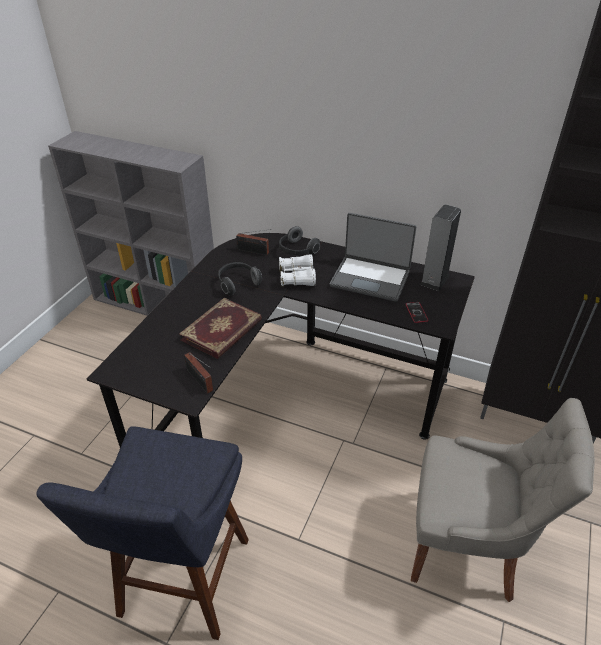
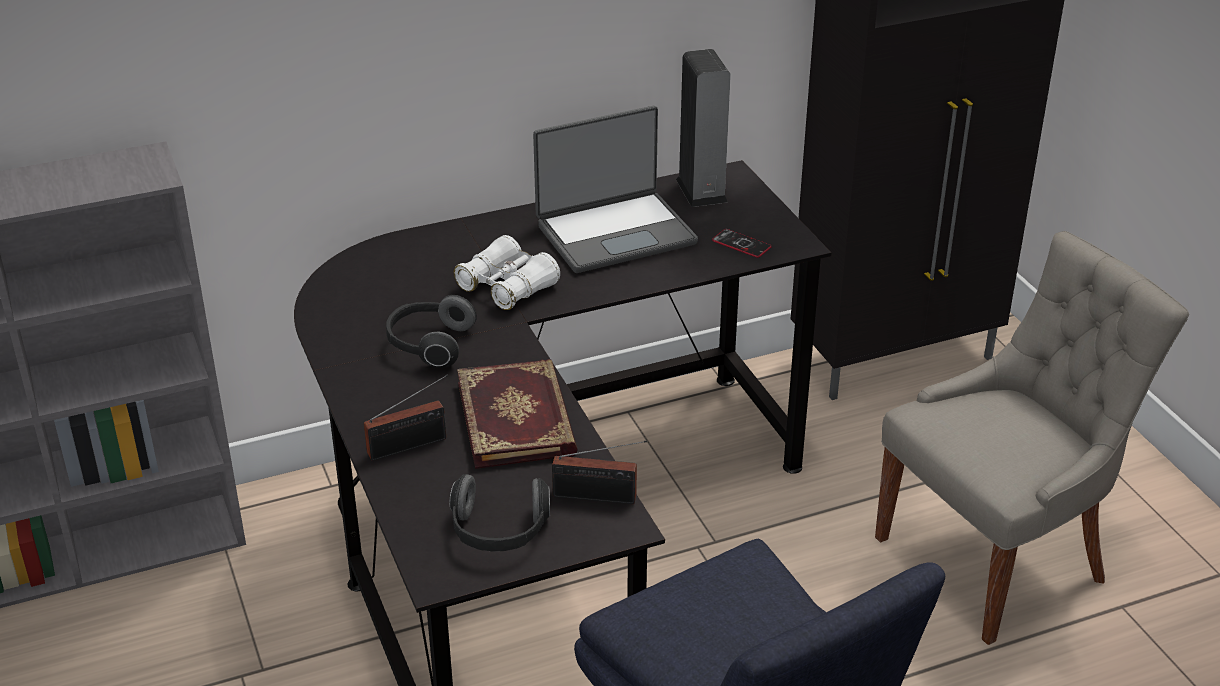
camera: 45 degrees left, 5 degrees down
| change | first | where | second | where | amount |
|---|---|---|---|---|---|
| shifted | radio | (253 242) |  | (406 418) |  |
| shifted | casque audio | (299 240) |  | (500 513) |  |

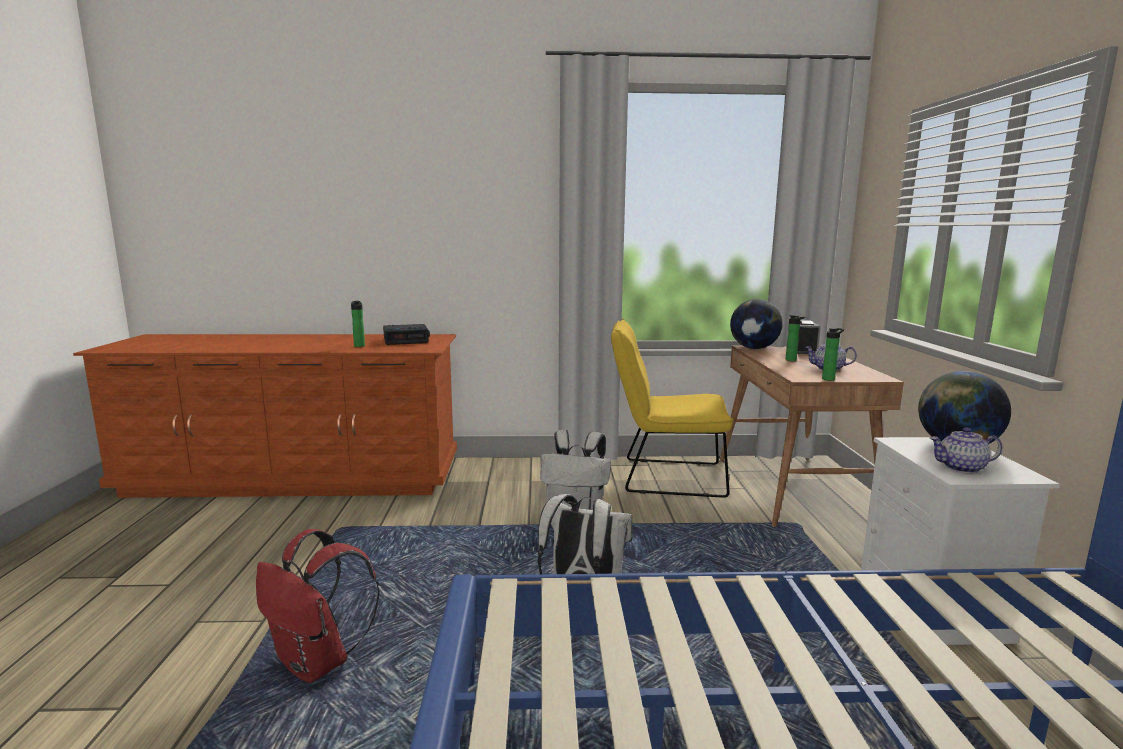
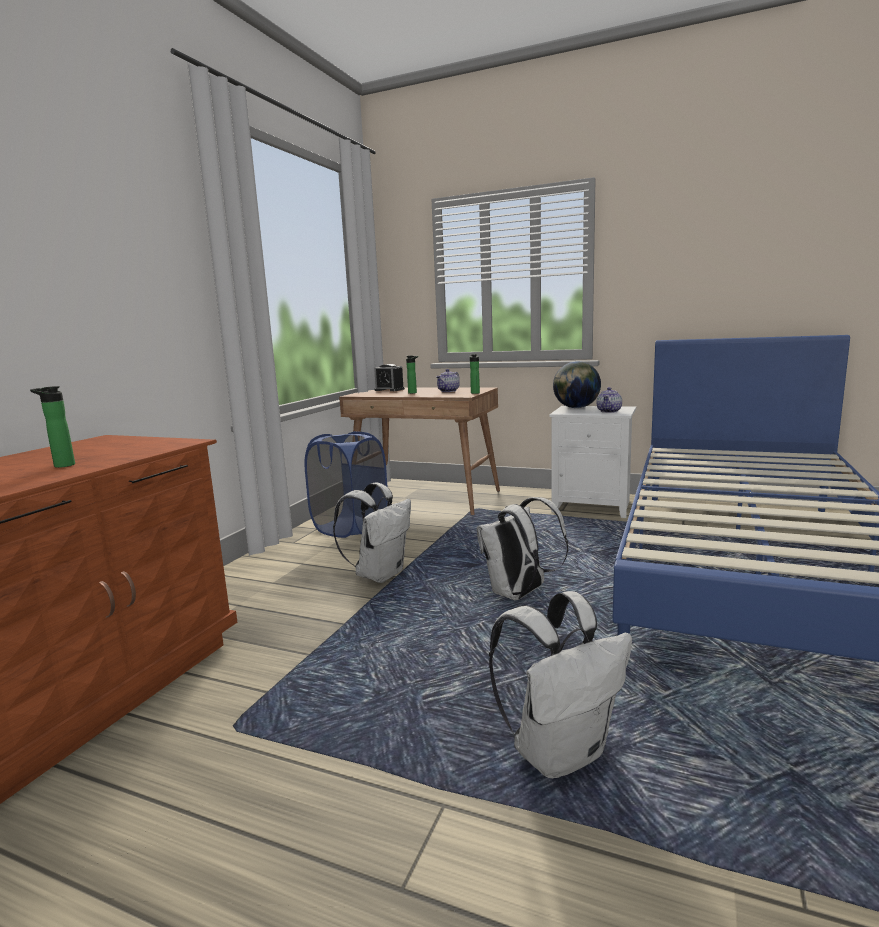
camera: 65 degrees left, 0 degrees up
| change | first | where | second | where | amount |
|---|---|---|---|---|---|
| repainted | sac à dos (rouge) | (318 606) | sac à dos (blanc) | (560 685) |  |
| gone | réveil | (406 334) |  |  |  |
| swapped | chaise (jaune) | (672 408) | panier à linge (bleu) | (346 484) |  |
| gone | globe | (756 324) |  |  |  |

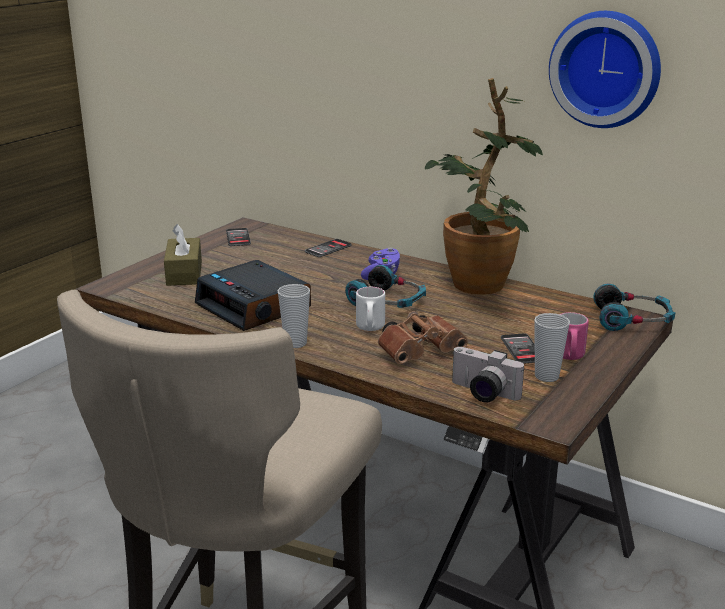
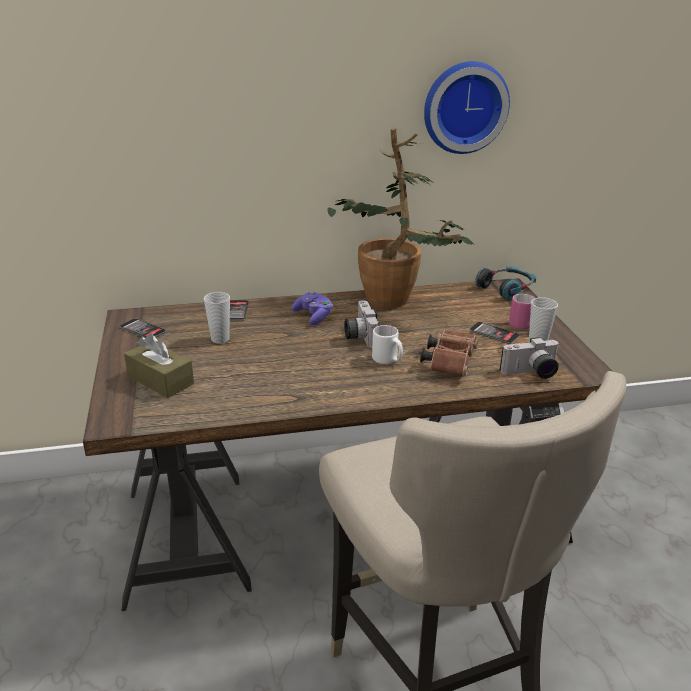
camera: 45 degrees left, 5 degrees up
| change | first | where | second | where | amount |
|---|---|---|---|---|---|
| gone | réveil | (253 295) |  |  |  |
| shifted | tasse | (294 316) |  | (217 318) |  |
| swapped | casque audio | (385 286) | appareil photo | (362 324) |  |

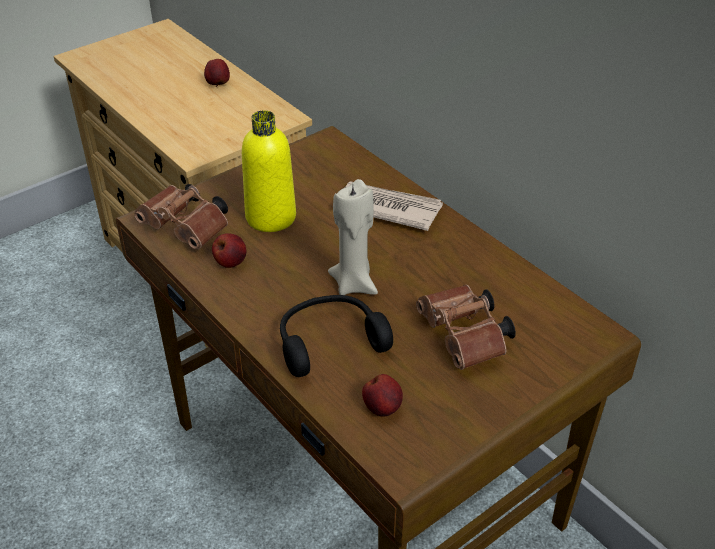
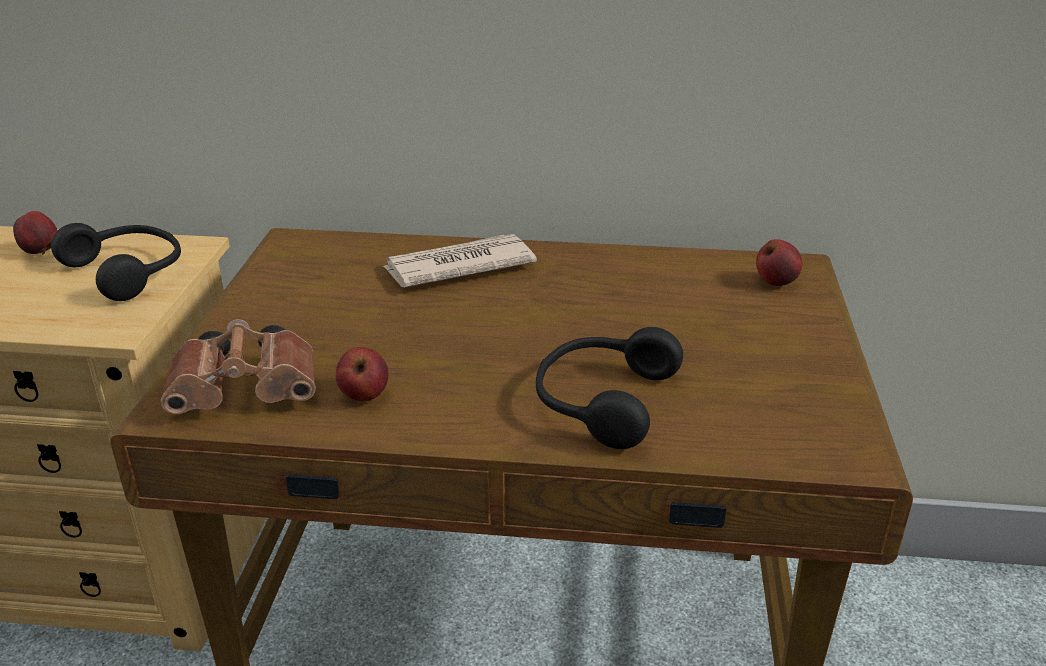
camera: 45 degrees left, 10 degrees down
| change | first | where | second | where | amount |
|---|---|---|---|---|---|
| gone | bouteille (jaune) | (269 171) |  |  |  |
| gone | bougie (beige) | (353 237) |  |  |  |
| shifted | pomme | (382 395) |  | (779 262) |  |
| gone | jumelles (marron) | (466 327) |  |  |  |
| new |  |  | casque audio (noir) | (116 262) |  |

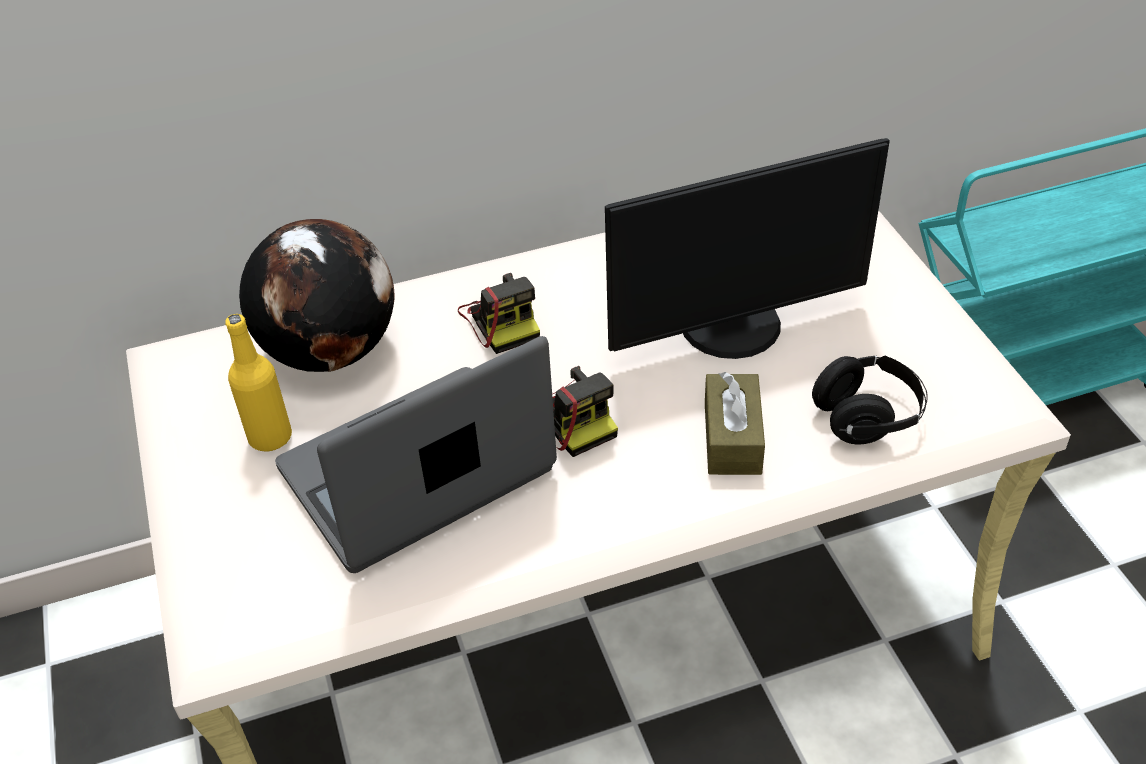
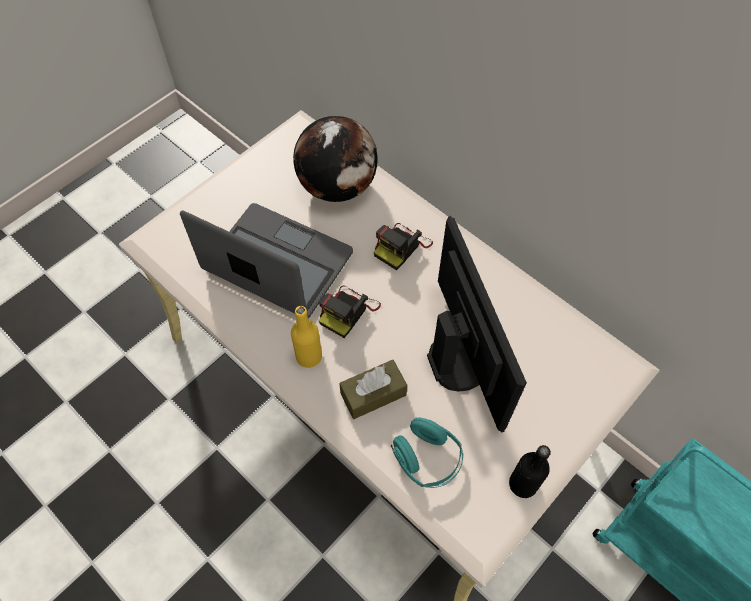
camera: 60 degrees right, 15 degrees up
| change | first | where | second | where | amount |
|---|---|---|---|---|---|
| shifted | bouteille (jaune) | (258 383) |  | (306 337) |  |
| rotated | écran d'ordinateur | (747 248) |  | (477 324) | 150 degrees counterclockwise |
| repainted | casque audio (noir) | (870 400) | casque audio (turquoise) | (427 453) |  |
| new |  |  | bouteille (noir) | (530 471) |  |

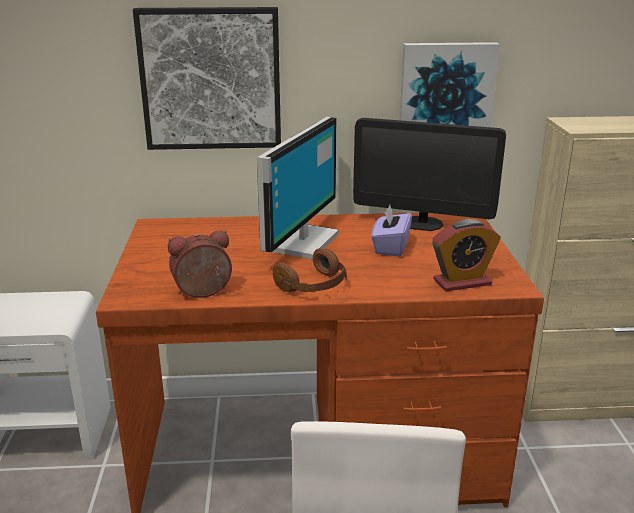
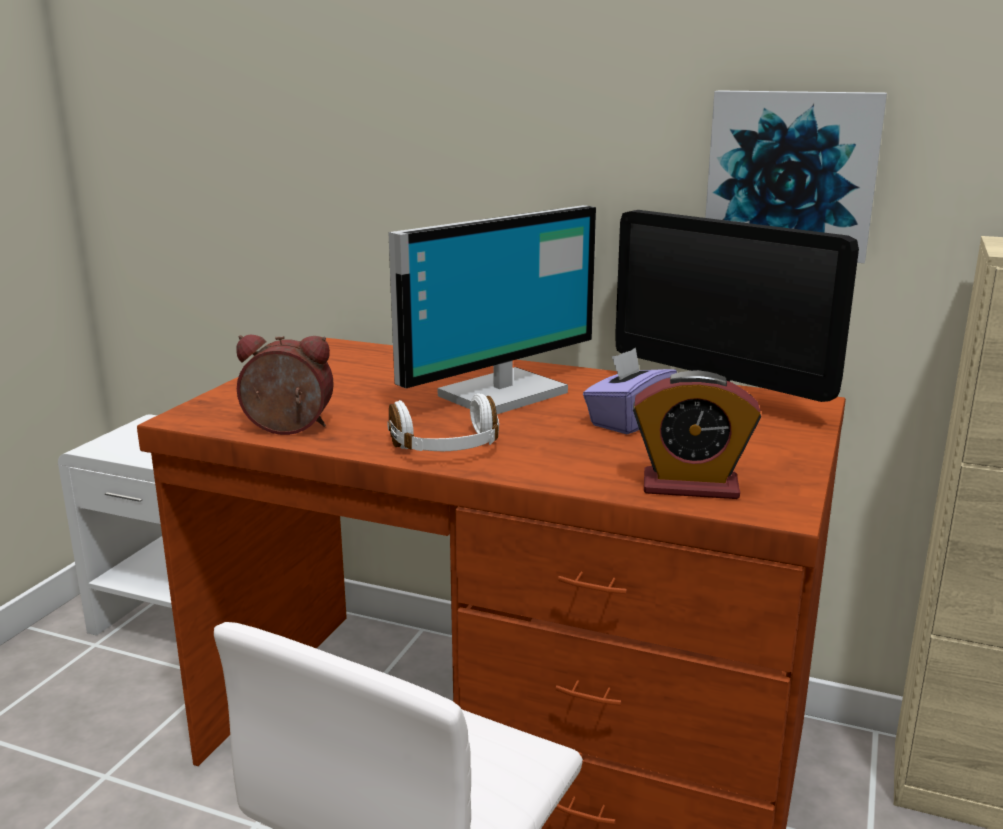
camera: 25 degrees right, 5 degrees down
| change | first | where | second | where | amount |
|---|---|---|---|---|---|
| gone | tableau | (207 78) |  |  |  |
| repainted | casque audio (marron) | (310 270) | casque audio (blanc) | (443 422) |  |

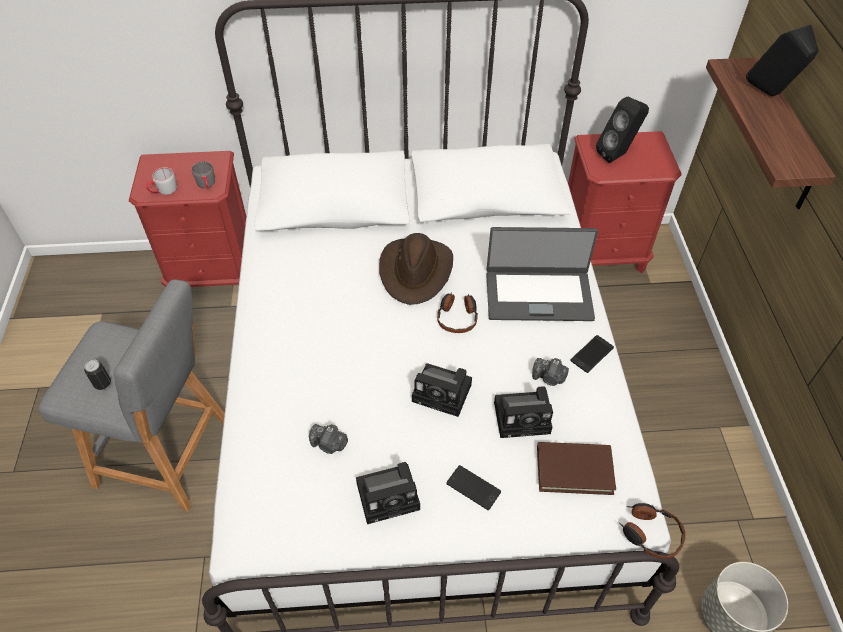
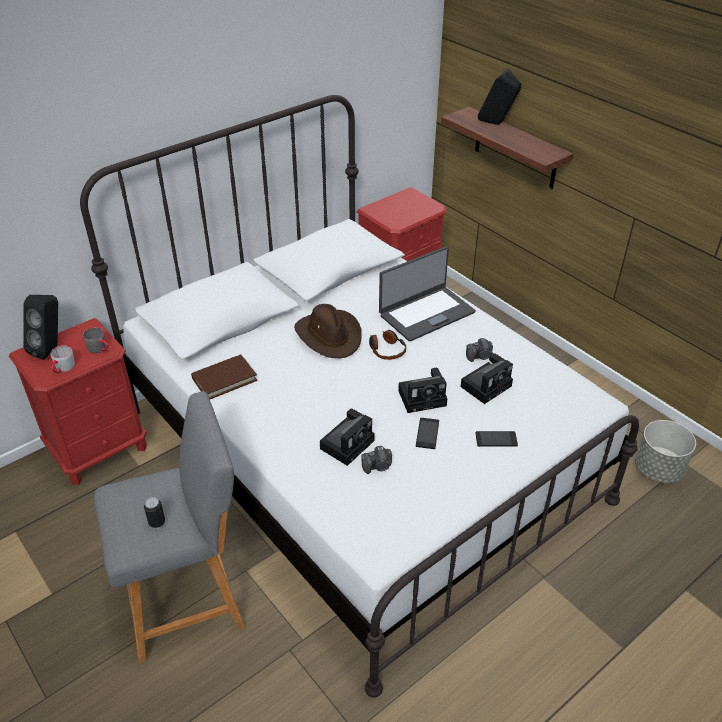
camera: 35 degrees left, 10 degrees down
| change | first | where | second | where | amount |
|---|---|---|---|---|---|
| shifted | appareil photo | (388 493) |  | (347 437) |  |
| shifted | livre (marron) | (576 468) |  | (224 376) |  |
| shifted | téléphone | (592 354) |  | (427 433) |  |
| shifted | enceinte (noir) | (622 130) |  | (40 327) |  |
| gone | casque audio | (653 531) |  |  |  |

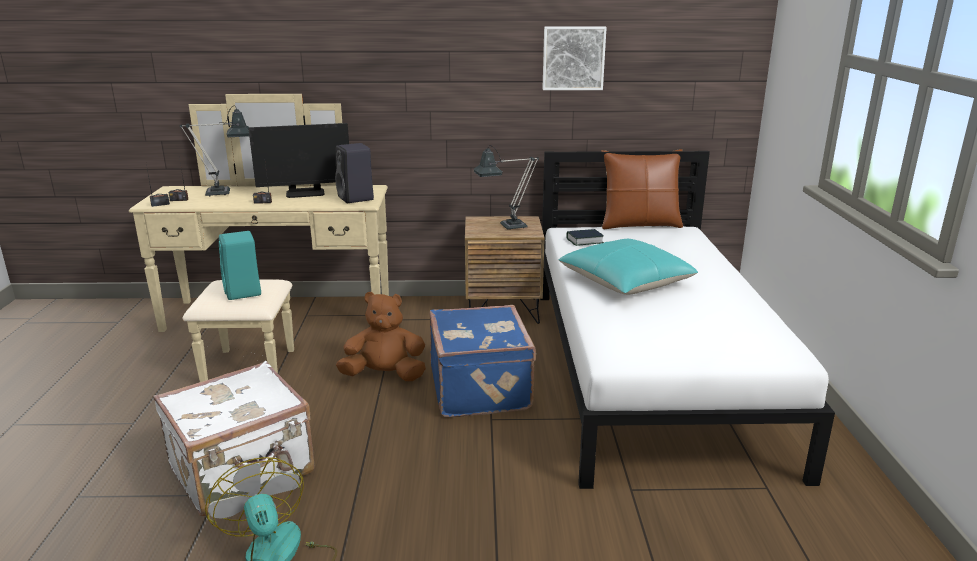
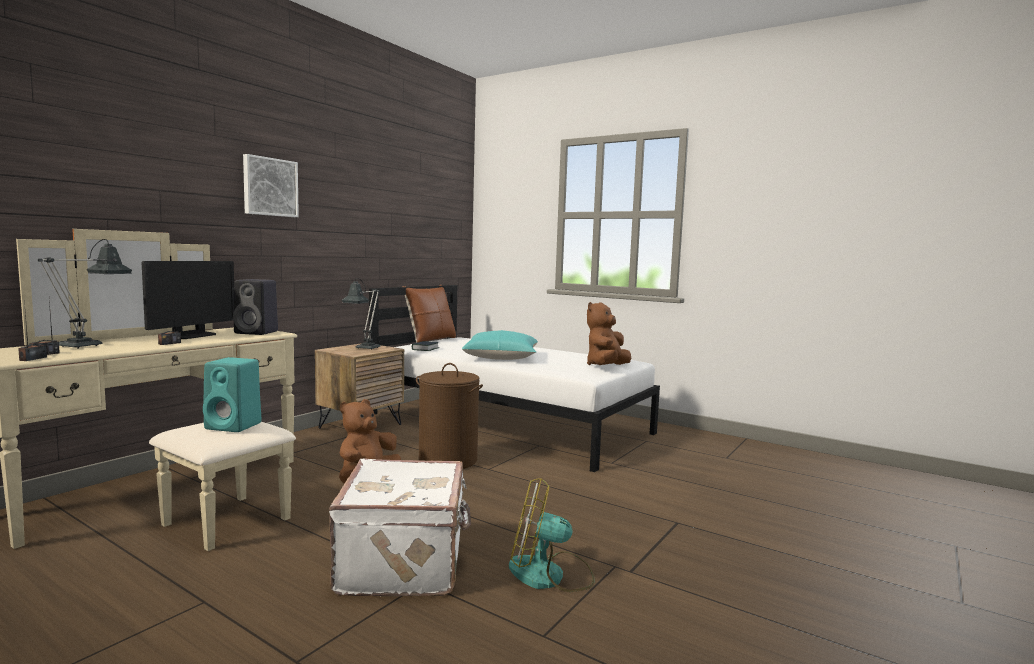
camera: 55 degrees left, 15 degrees down
| change | first | where | second | where | amount |
|---|---|---|---|---|---|
| swapped | valise (bleu) | (482 361) | panier à linge (marron) | (449 416) |  |
| shifted | tableau | (574 58) |  | (271 185) |  |
| new |  |  | peluche (marron) | (609 333) |  |

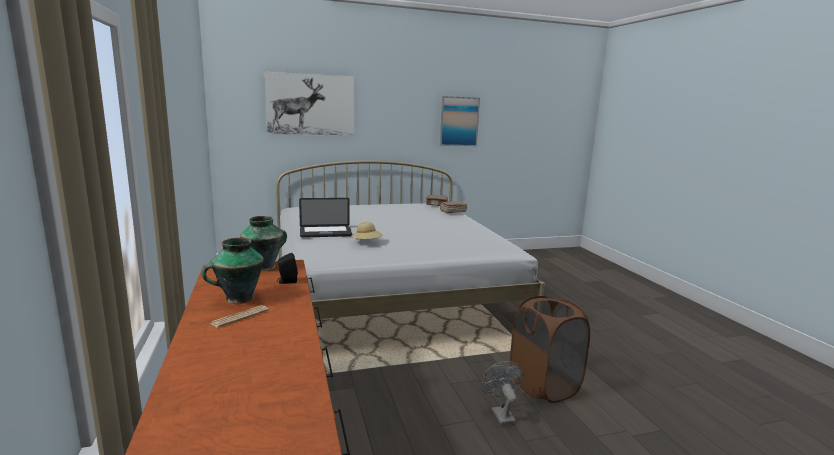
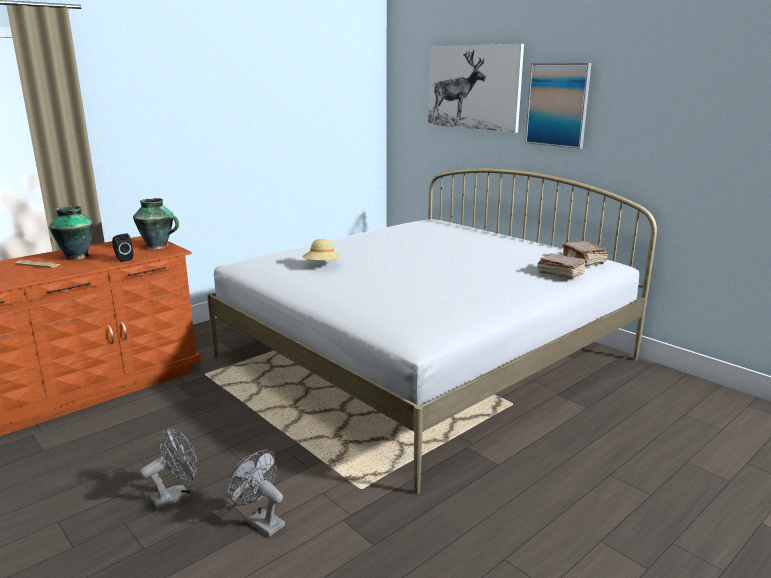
camera: 65 degrees right, 5 degrees up
| change | first | where | second | where | amount |
|---|---|---|---|---|---|
| gone | ordinateur portable | (325 218) |  |  |  |
| shifted | tableau | (460 121) |  | (558 106) |  |
| swapped | panier à linge (marron) | (550 349) | ventilateur (gris) | (256 493) |  |

